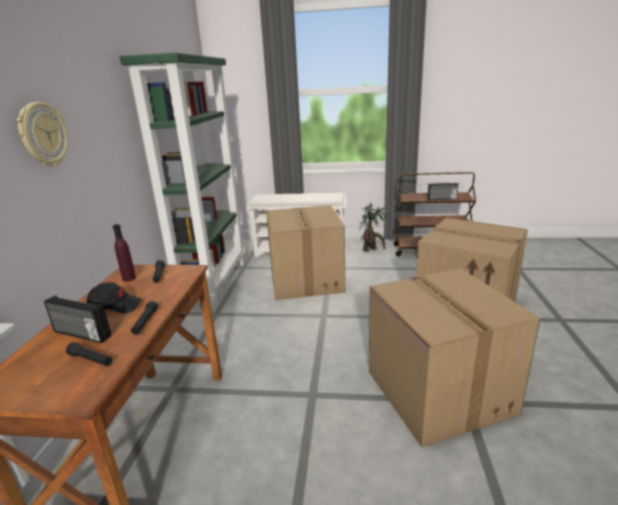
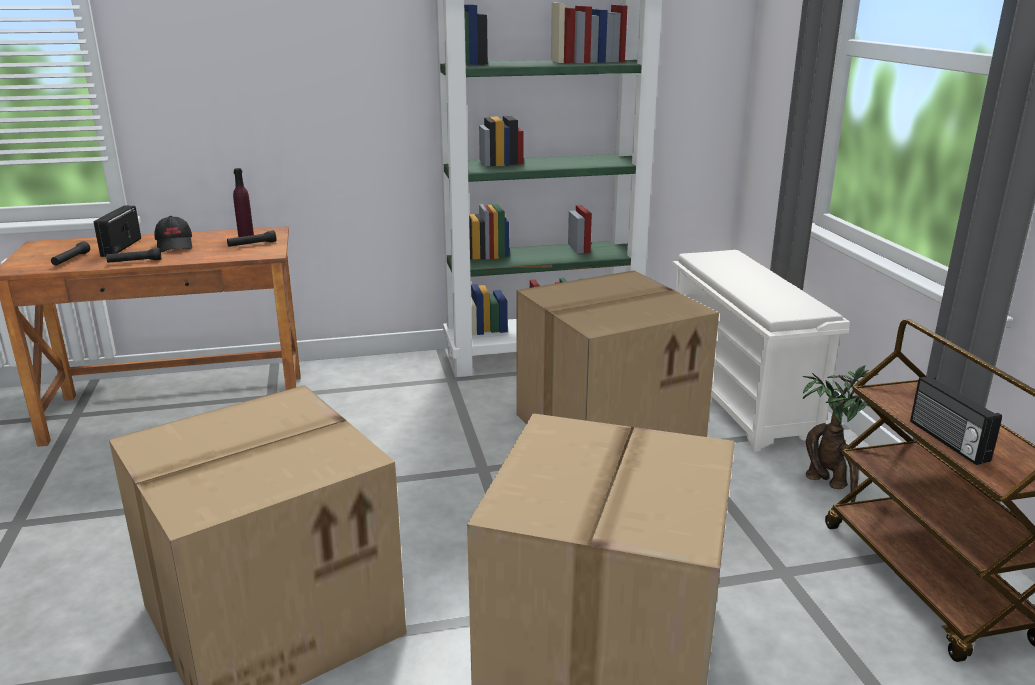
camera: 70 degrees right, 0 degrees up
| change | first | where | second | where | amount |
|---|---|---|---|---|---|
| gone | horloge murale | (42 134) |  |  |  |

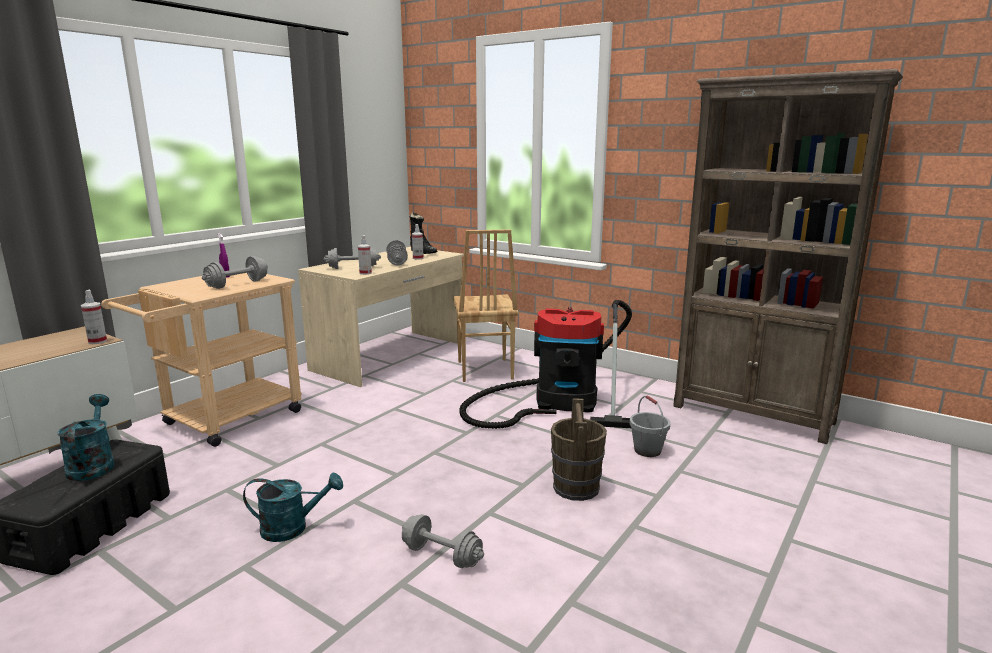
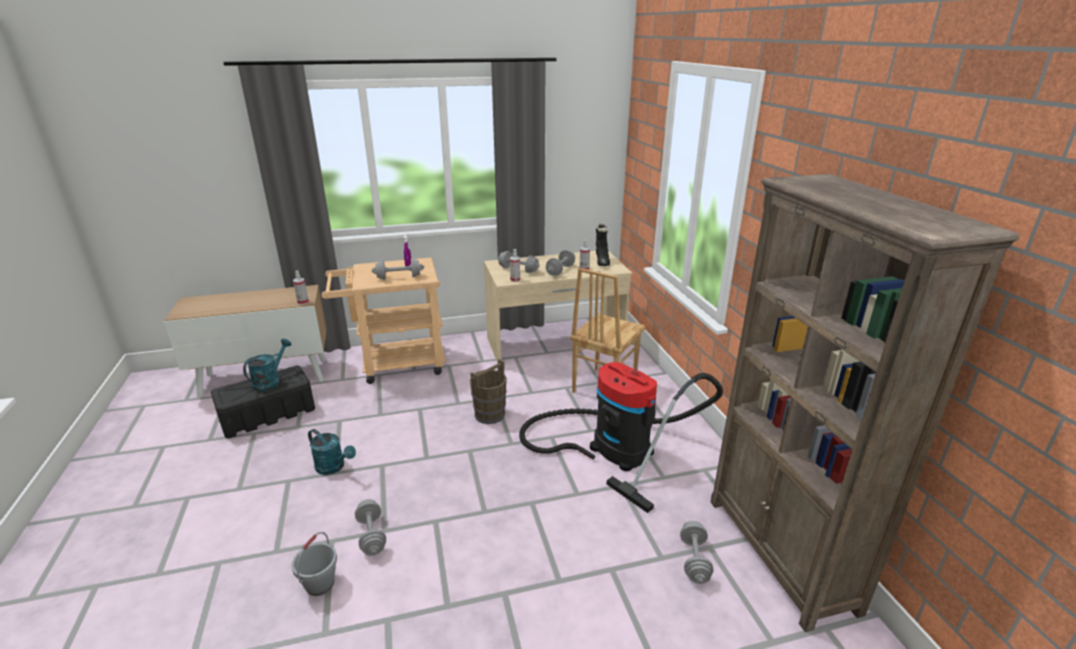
camera: 40 degrees right, 10 degrees up
| change | first | where | second | where | amount |
|---|---|---|---|---|---|
| shifted | seau (marron) | (579 449) |  | (488 391) |  |
| shifted | seau (gris) | (650 426) |  | (314 564) |  |
| new |  |  | haltère (gris) | (696 552) |  |

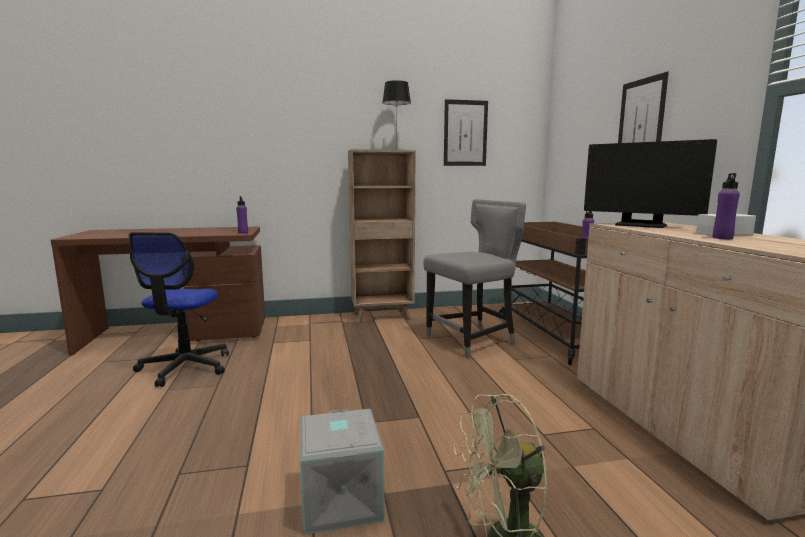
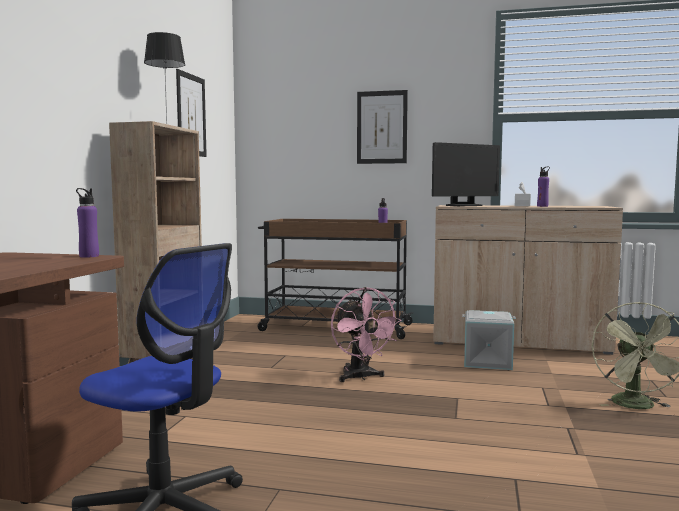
camera: 65 degrees left, 5 degrees down
| change | first | where | second | where | amount |
|---|---|---|---|---|---|
| shifted | boîte de rangement (gris) | (342 472) |  | (489 340) |  |
| gone | chaise (gris) | (474 279) |  |  |  |
| new |  |  | ventilateur (rose) | (366 334) |  |

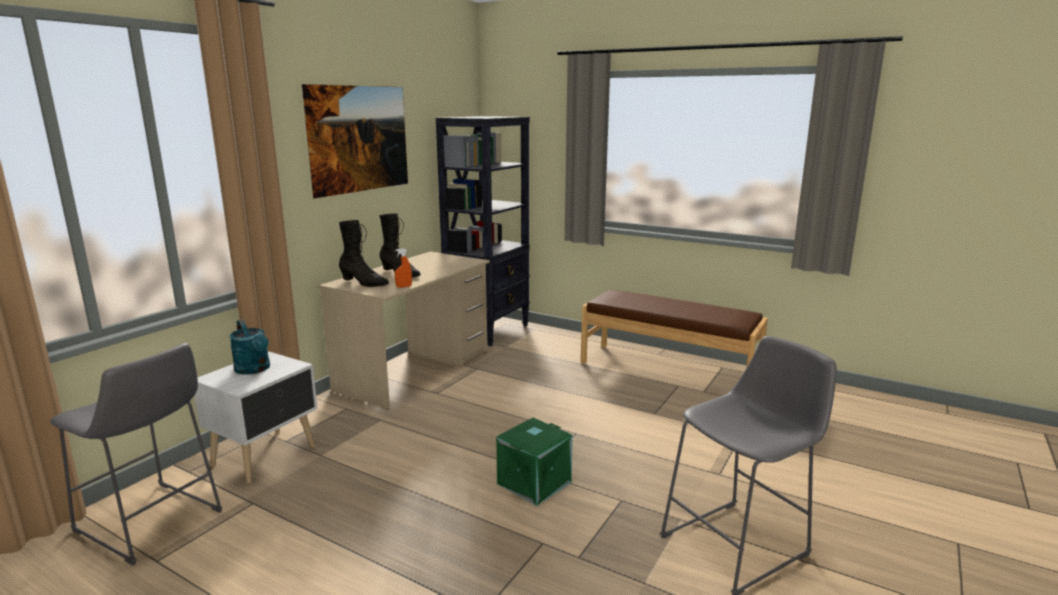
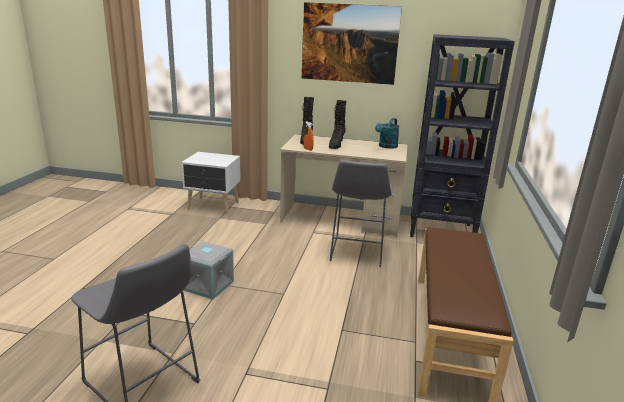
camera: 70 degrees right, 5 degrees up
| change | first | where | second | where | amount |
|---|---|---|---|---|---|
| shifted | tabouret (gris) | (136 454) |  | (361 213) |  |
| shifted | arrosoir (turquoise) | (249 347) |  | (387 133) |  |
| repainted | boîte de rangement (vert) | (534 462) | boîte de rangement (gris) | (208 270) |  |

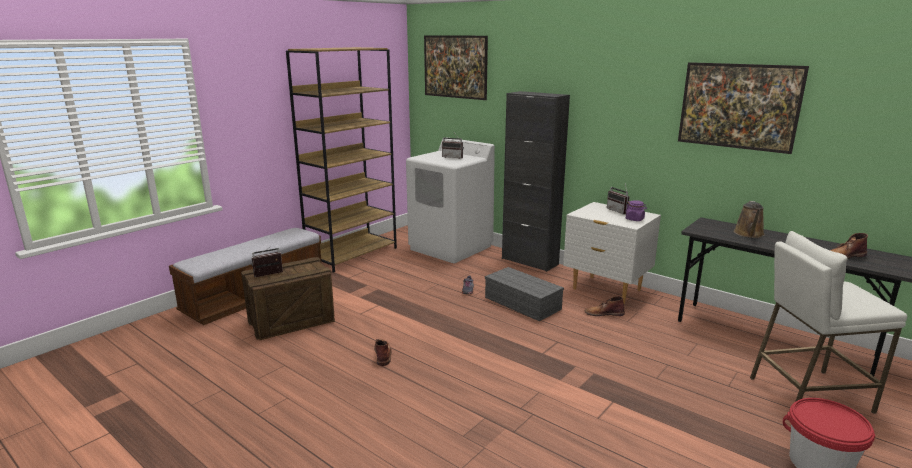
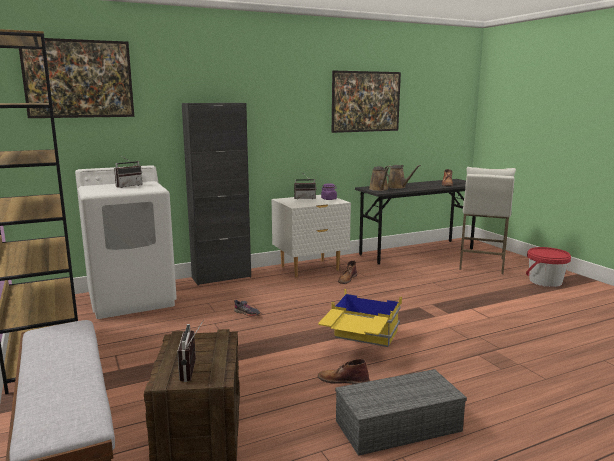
camera: 65 degrees left, 5 degrees down
| change | first | where | second | where | amount |
|---|---|---|---|---|---|
| shifted | boîte de rangement (gris) | (524 294) |  | (401 412) |  |
| new |  |  | boîte de rangement (jaune) | (360 318) |  |
| new |  |  | arrosoir (marron) | (379 178) |  |

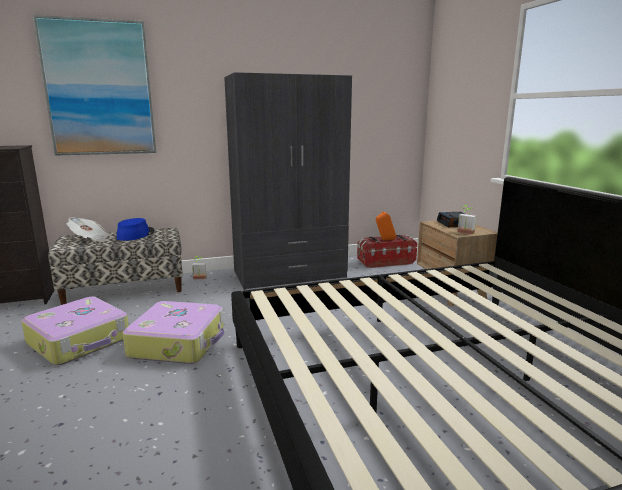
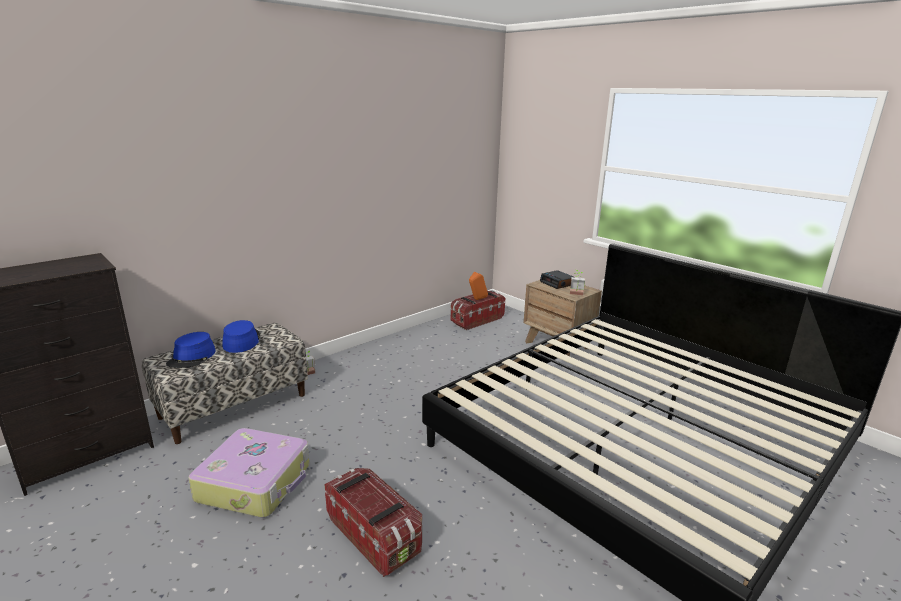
camera: 25 degrees left, 5 degrees up
| change | first | where | second | where | amount |
|---|---|---|---|---|---|
| gone | tableau | (94 85) |  |  |  |
| swapped | journal | (88 229) | chapeau (bleu) | (191 350) |  |
| gone | valise | (173 332) |  |  |  |
| gone | armoire (gris) | (288 181) |  |  |  |
| new |  |  | boîte de rangement | (373 522) |  |

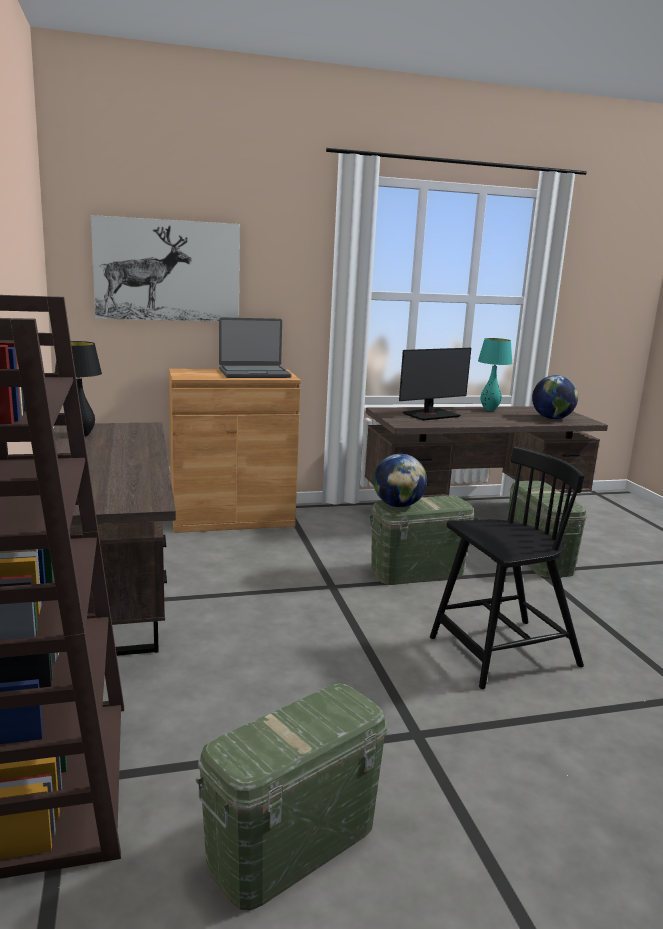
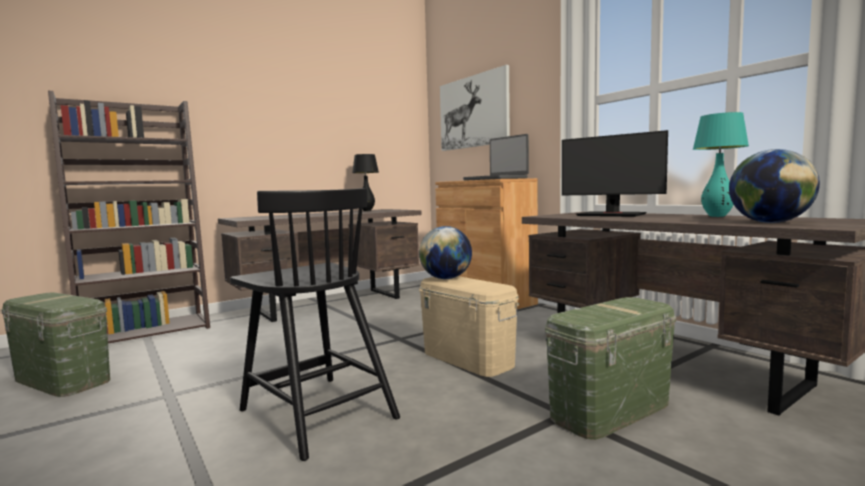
camera: 70 degrees right, 10 degrees down
| change | first | where | second | where | amount |
|---|---|---|---|---|---|
| repainted | boîte de rangement (vert) | (422 540) | boîte de rangement (beige) | (469 326) |  |

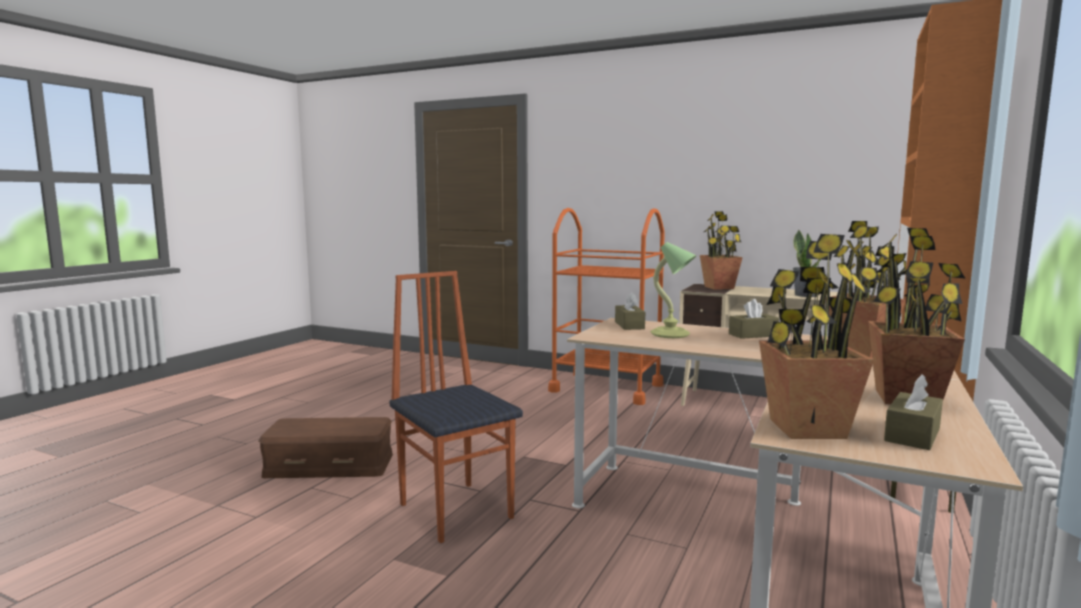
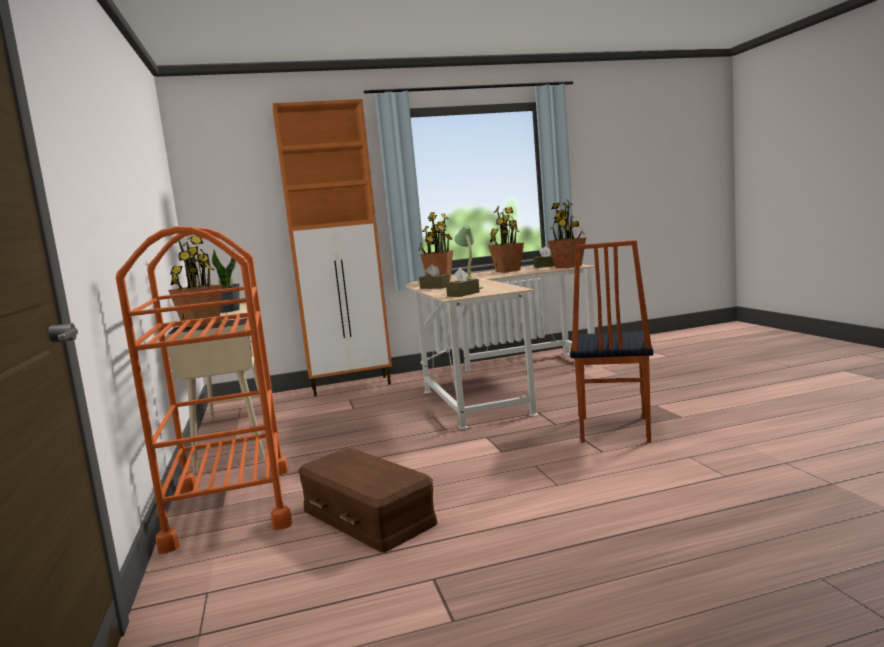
camera: 130 degrees left, 0 degrees up
| change | first | where | second | where | amount |
|---|---|---|---|---|---|
| shifted | boîte de rangement (marron) | (325 447) |  | (368 500) |  |

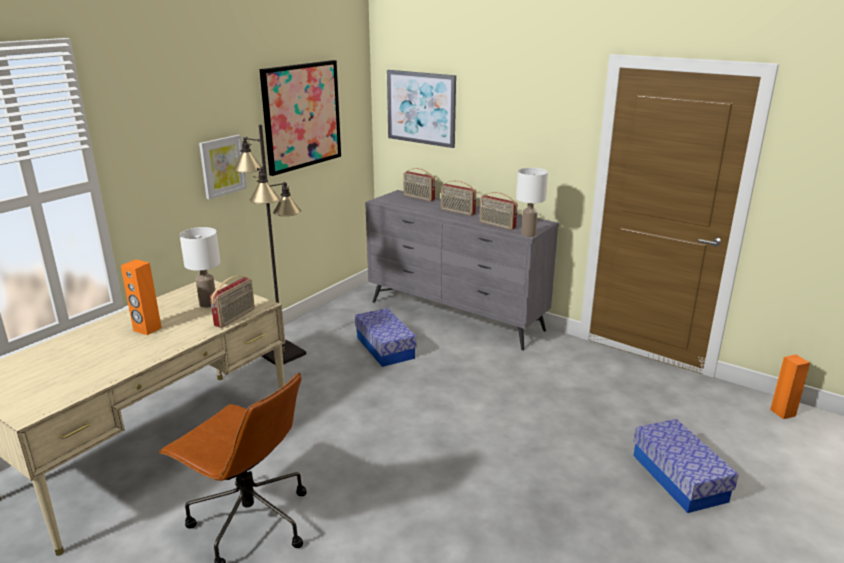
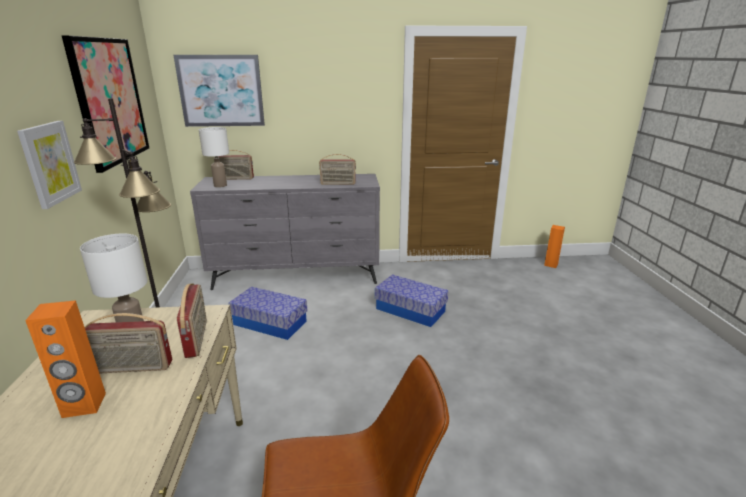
camera: 40 degrees left, 0 degrees up
| change | first | where | second | where | amount |
|---|---|---|---|---|---|
| shifted | radio | (458 198) |  | (128 343) |  |
| shifted | lampe de table (blanc) | (532 202) |  | (214 157) |  |
| shifted | boîte de rangement | (686 466) |  | (411 300) |  |

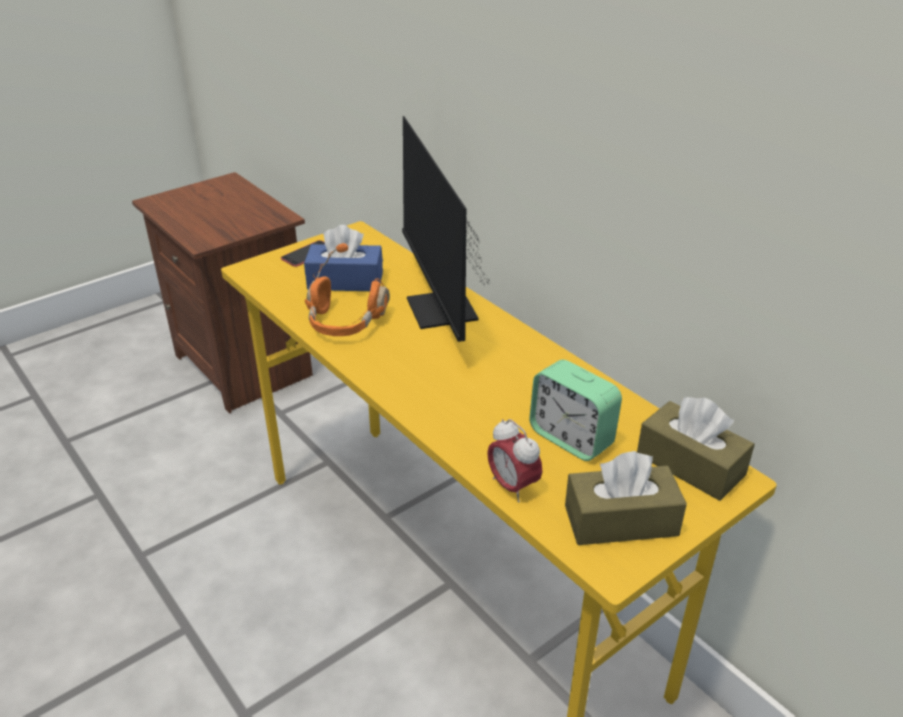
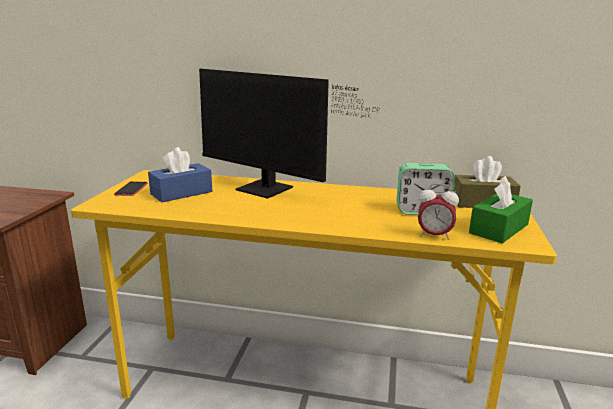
camera: 40 degrees left, 15 degrees down
| change | first | where | second | where | amount |
|---|---|---|---|---|---|
| gone | casque audio (orange) | (347 289) |  |  |  |
| repainted | boîte à mouchoirs (marron) | (626 498) | boîte à mouchoirs (vert) | (501 209) |  |

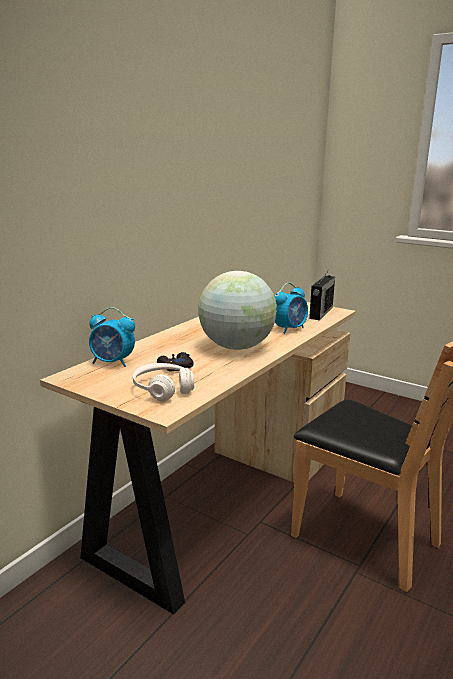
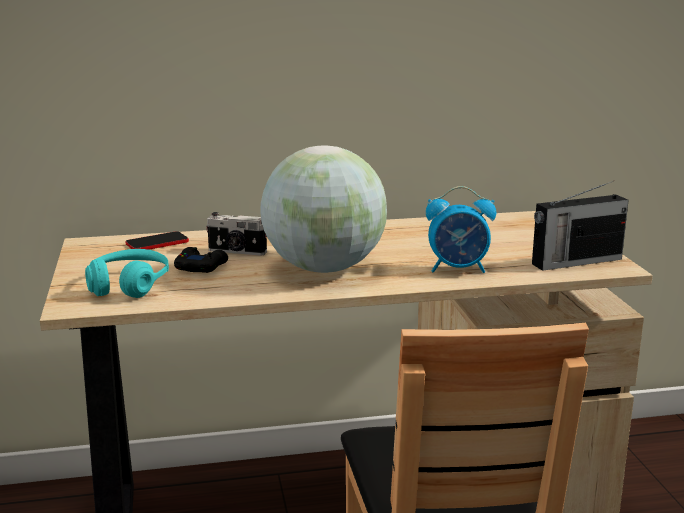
camera: 45 degrees right, 0 degrees up
| change | first | where | second | where | amount |
|---|---|---|---|---|---|
| swapped | réveil | (112 337) | téléphone | (157 240) |  |
| repainted | casque audio (blanc) | (163 382) | casque audio (turquoise) | (127 273) |  |
| new |  |  | appareil photo | (236 234) |  |

